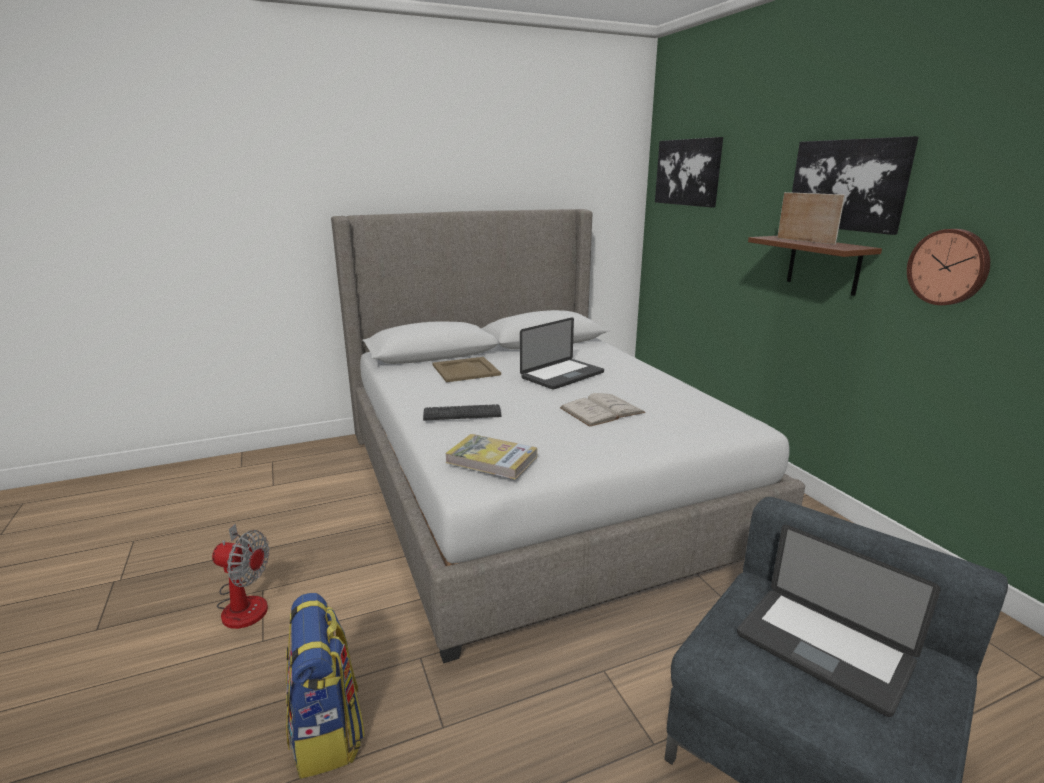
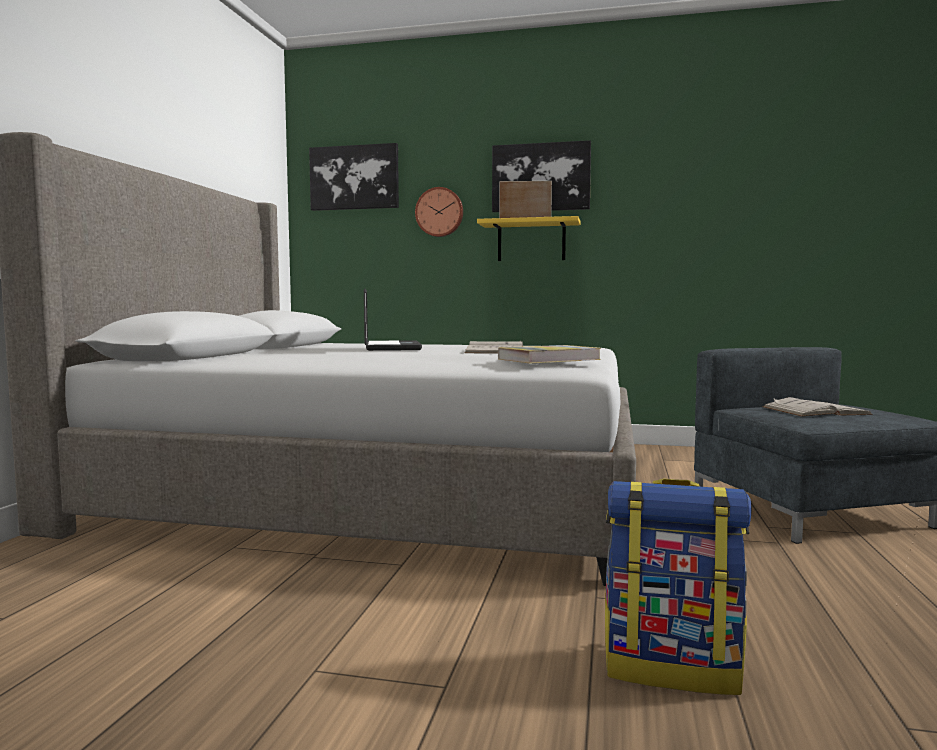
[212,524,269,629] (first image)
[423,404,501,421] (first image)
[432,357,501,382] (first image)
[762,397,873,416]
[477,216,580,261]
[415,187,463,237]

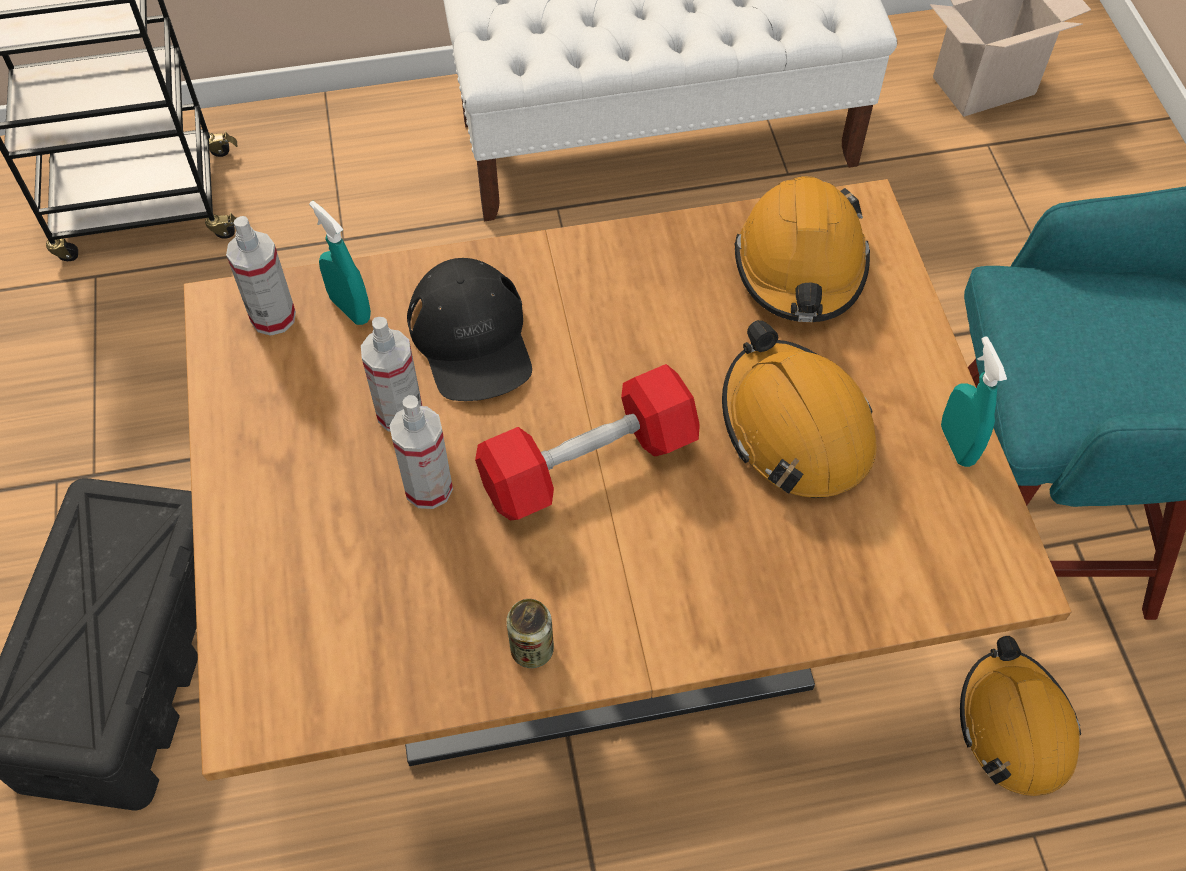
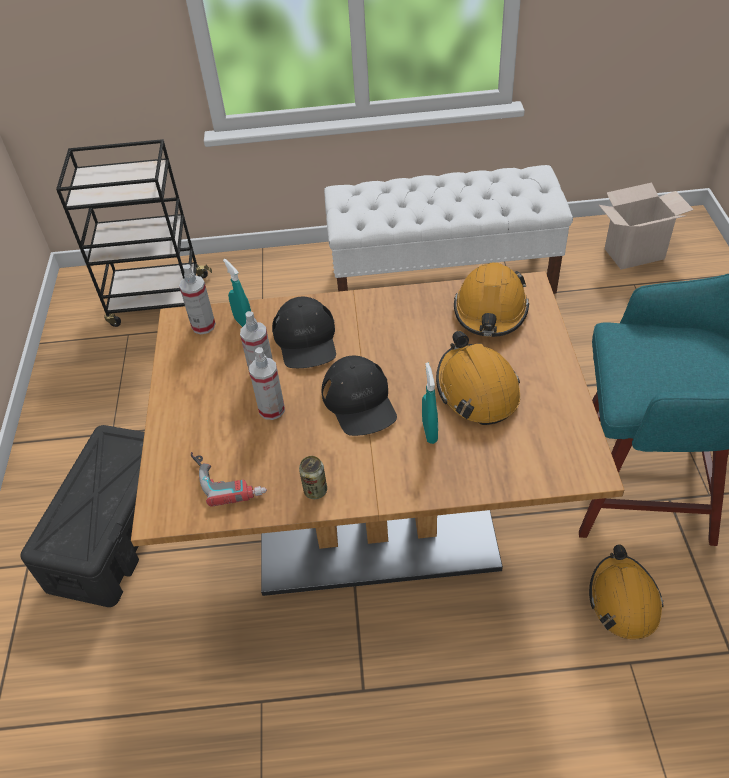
[321,356,397,436]
[422,363,438,444]
[191,452,267,507]

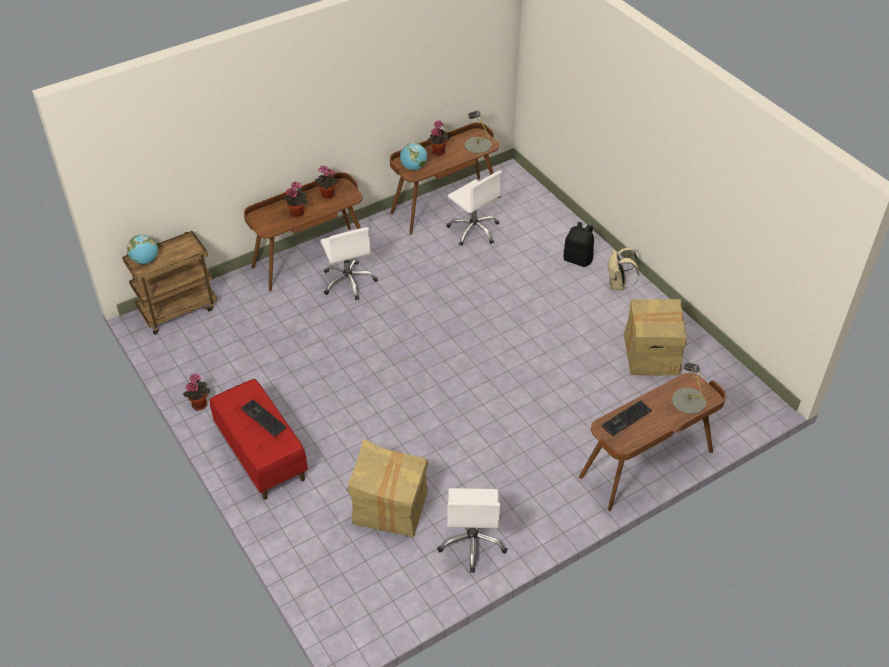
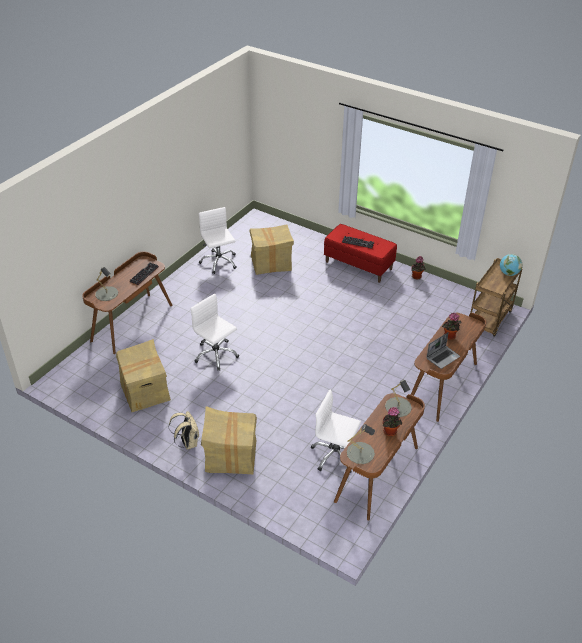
[426,332,460,369]
[190,294,239,371]
[385,380,412,417]
[201,406,257,474]

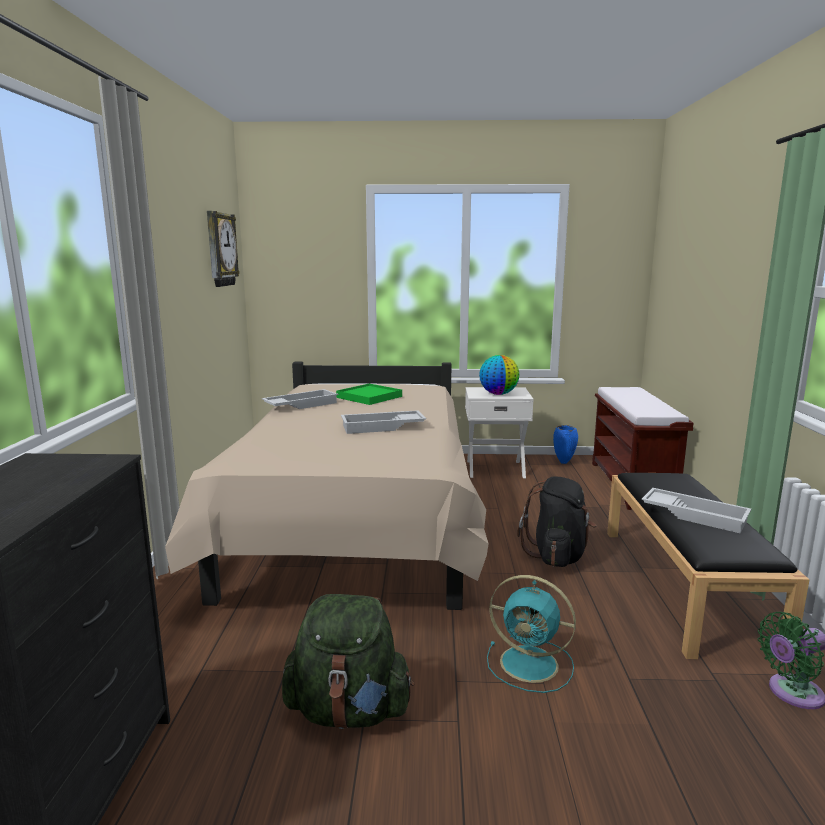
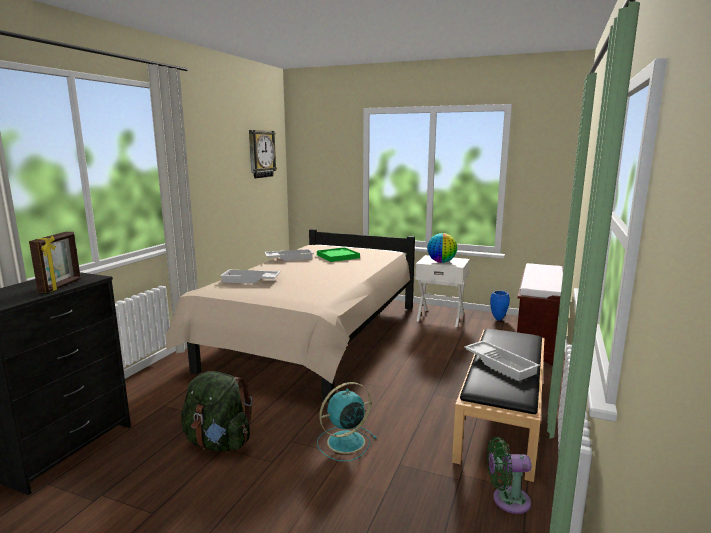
[220,270,281,284]
[317,382,377,462]
[517,477,596,567] (first image)
[29,232,81,293]

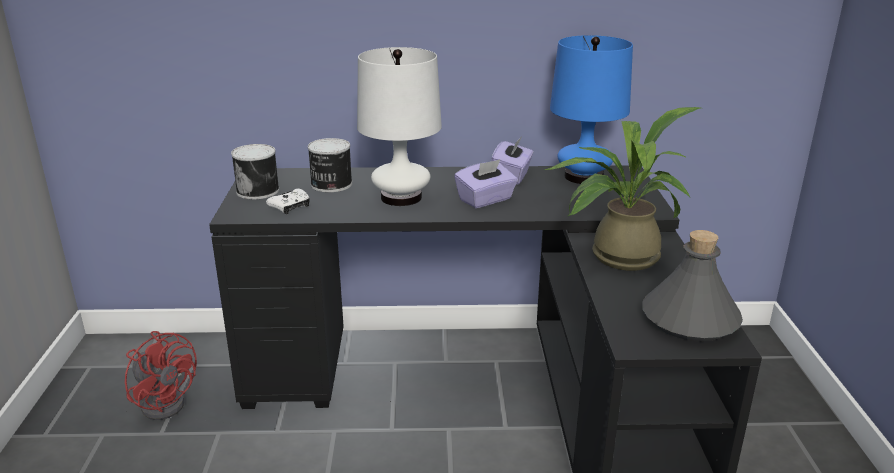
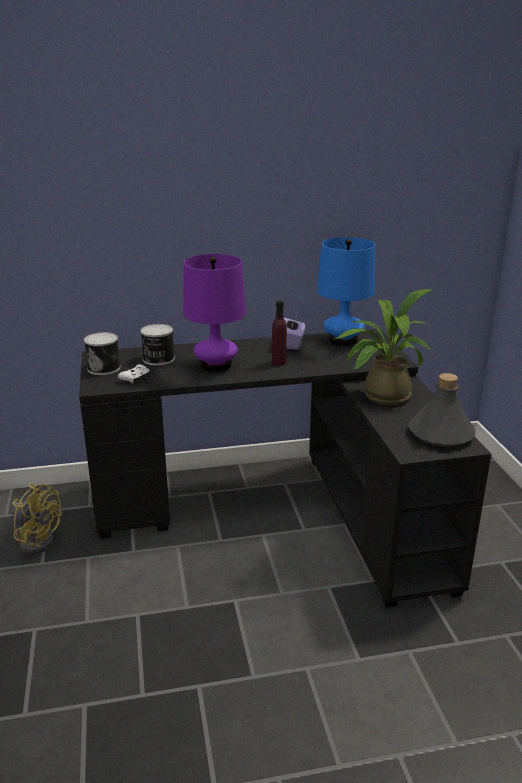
[12,484,61,554]
[183,254,246,372]
[272,300,287,366]

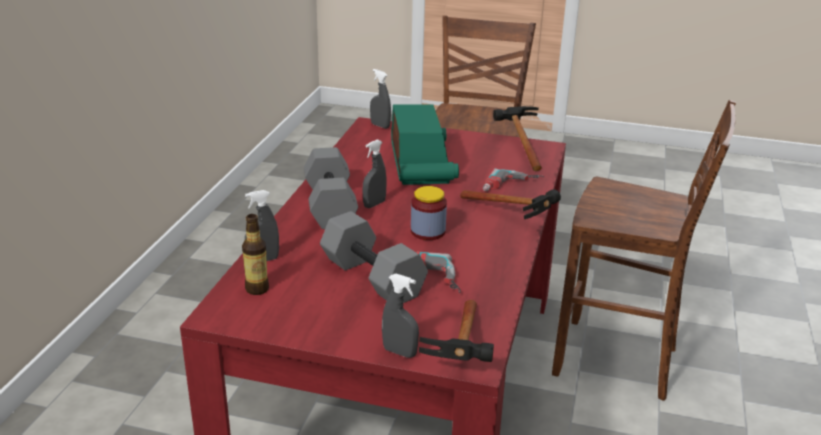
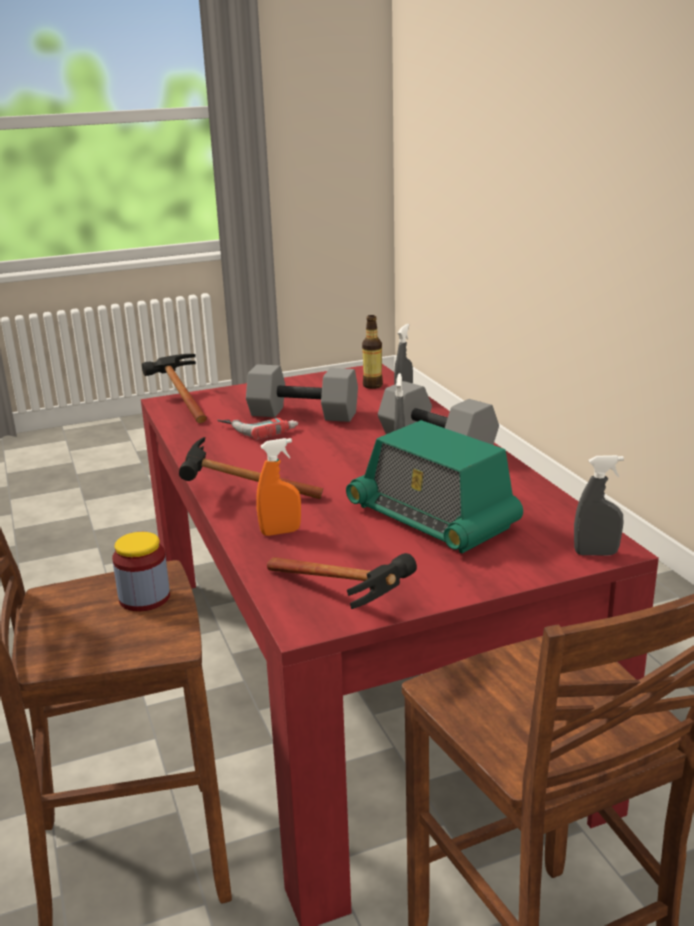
[382,274,419,358] (first image)
[112,532,170,611]
[256,438,301,536]

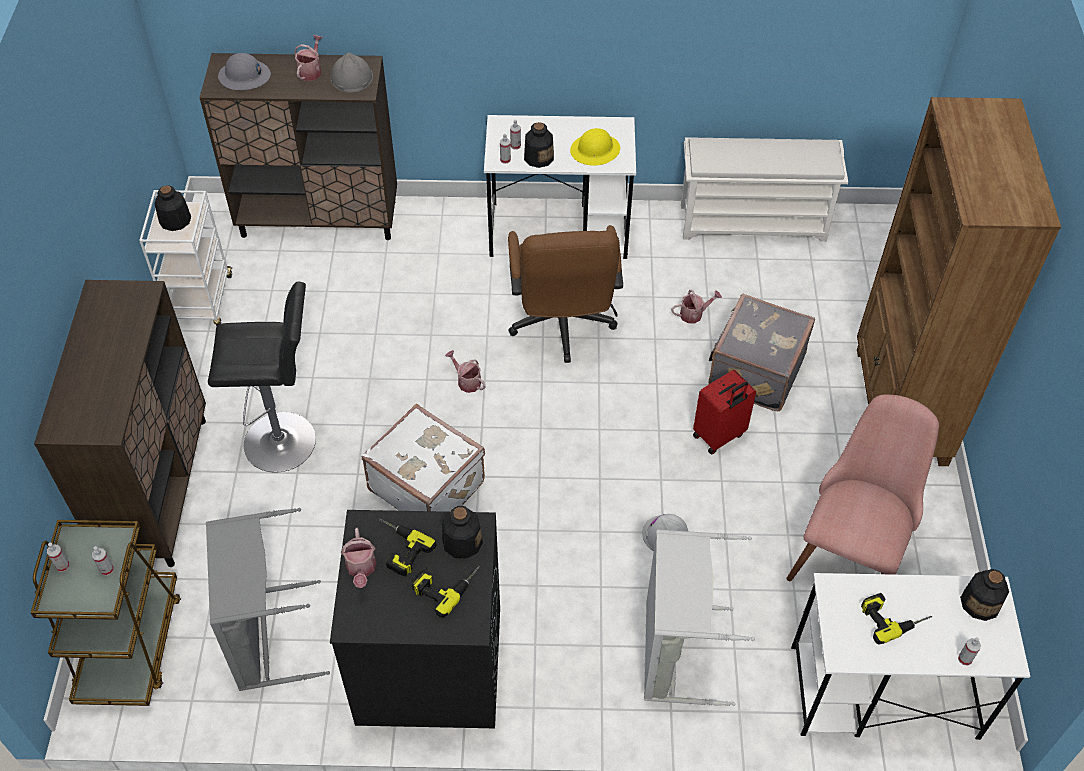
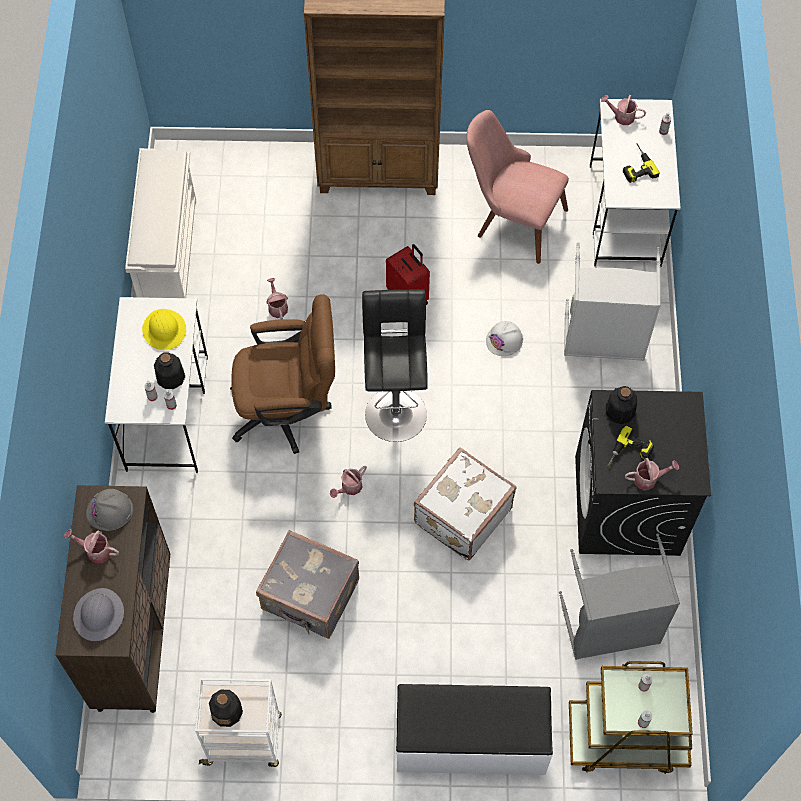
[396,684,553,775]
[362,289,428,442]
[412,566,480,618] (first image)
[256,530,359,639]
[601,95,646,125]

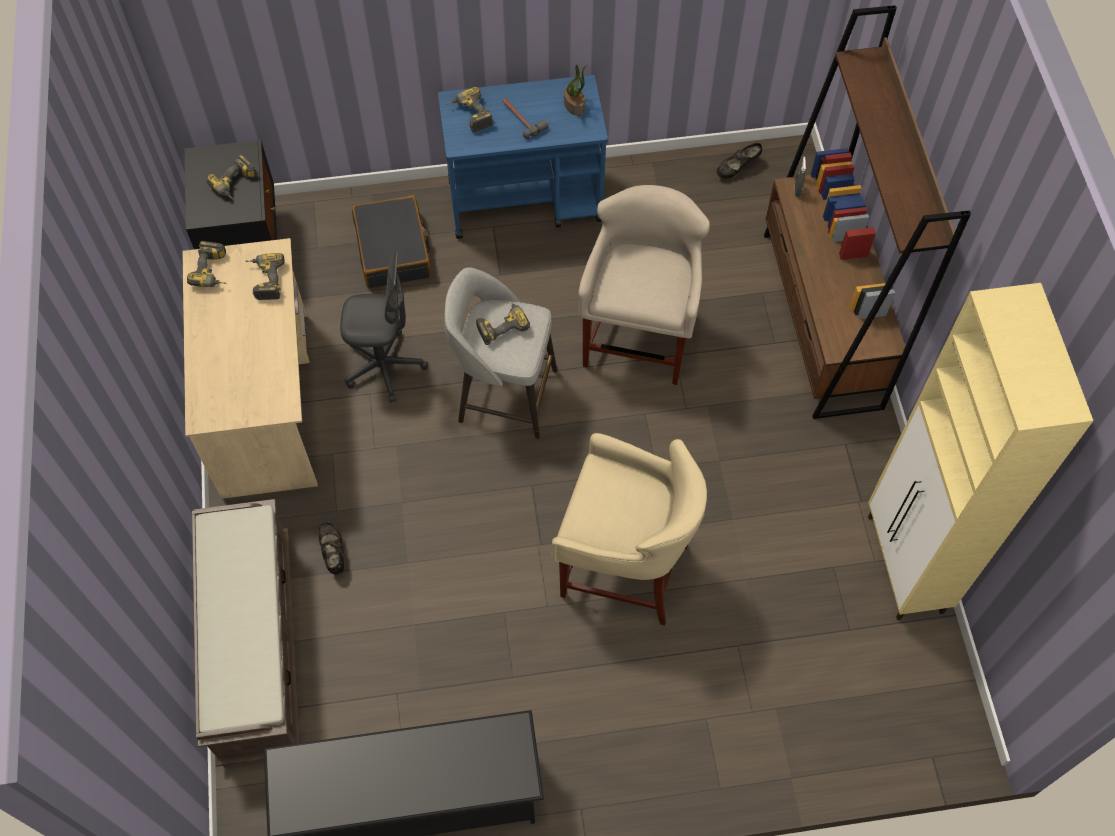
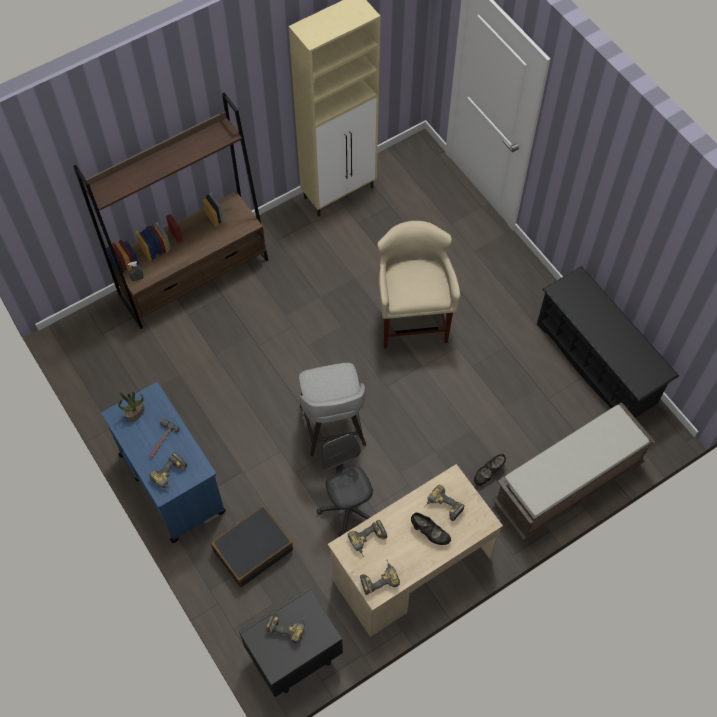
[424,485,464,521]
[578,185,710,385] (first image)
[411,512,451,545]

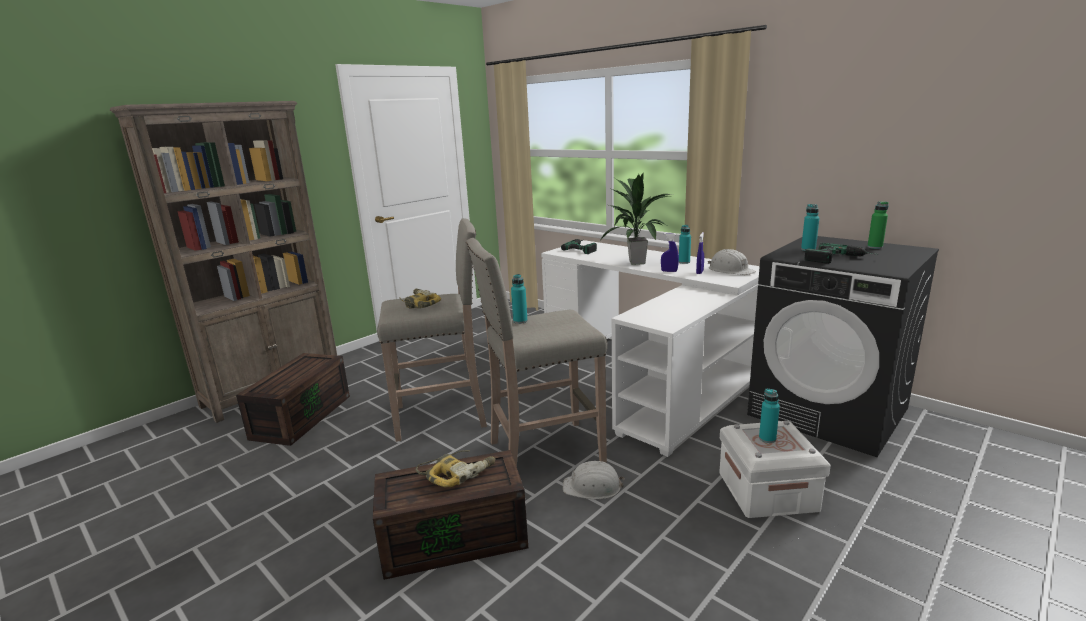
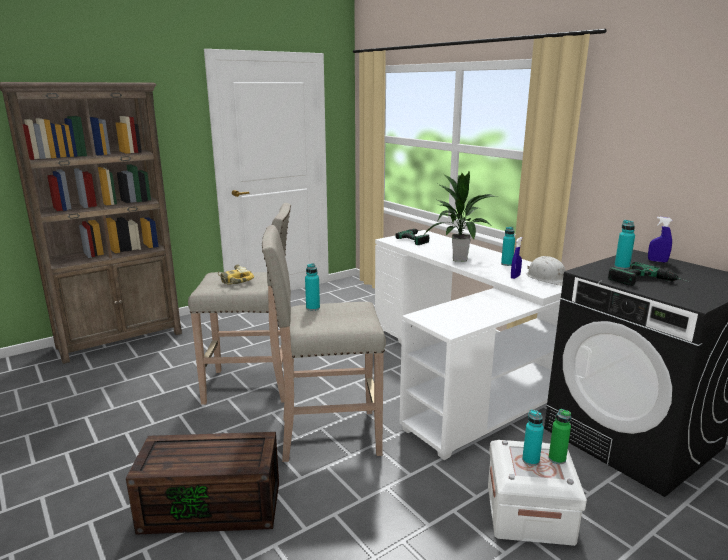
[236,353,350,446] (first image)
[416,450,495,487] (first image)
[563,461,625,499] (first image)
[648,217,673,263]
[549,409,571,464]

